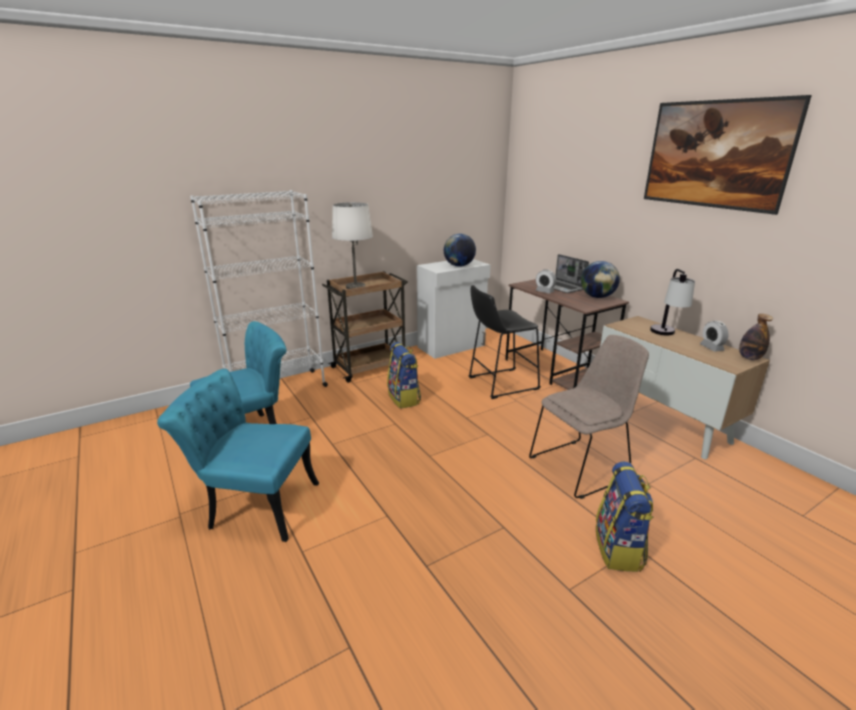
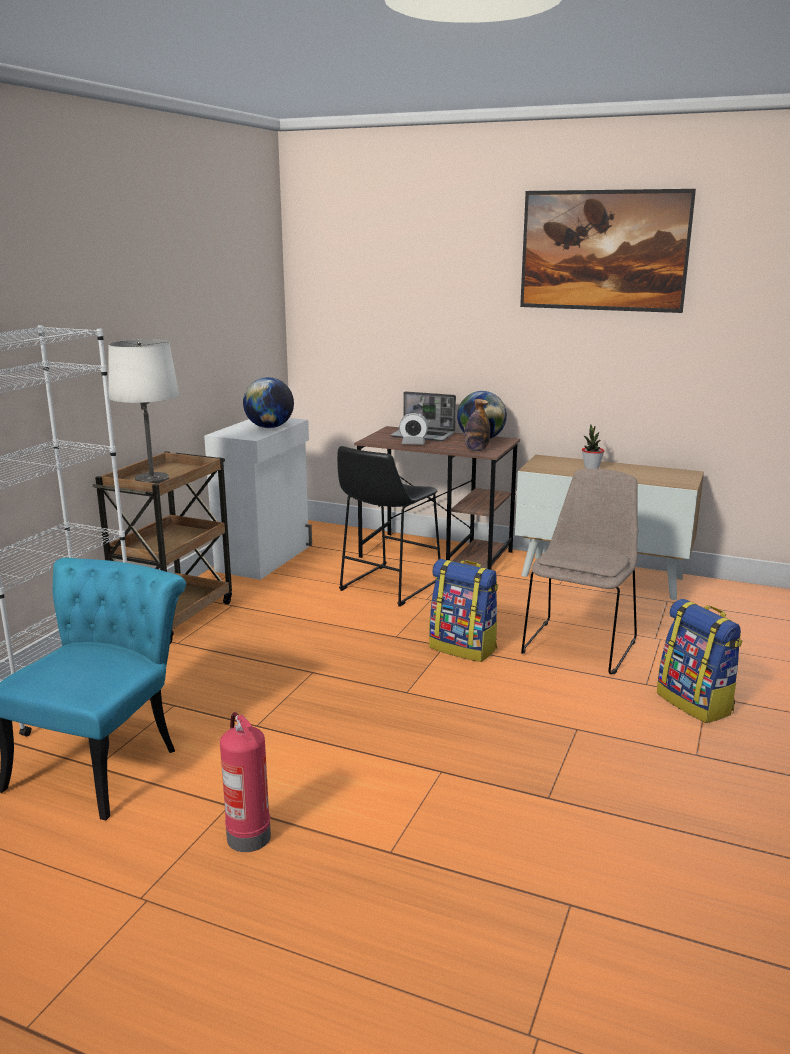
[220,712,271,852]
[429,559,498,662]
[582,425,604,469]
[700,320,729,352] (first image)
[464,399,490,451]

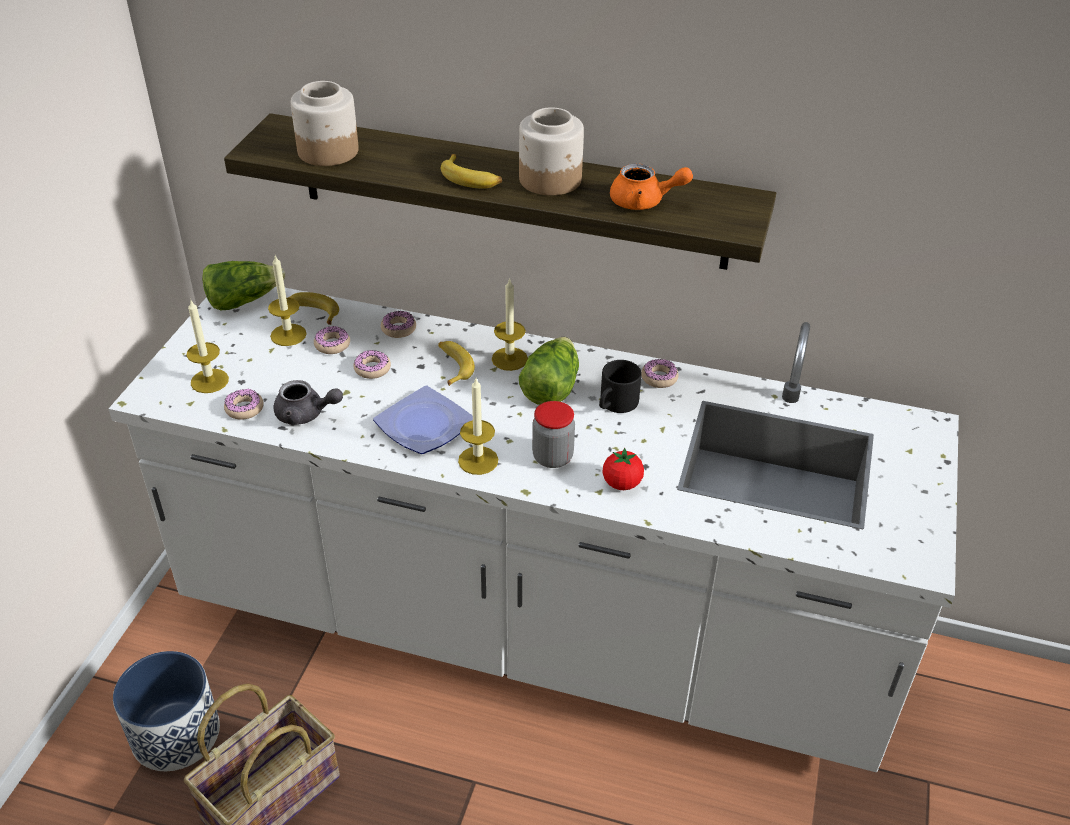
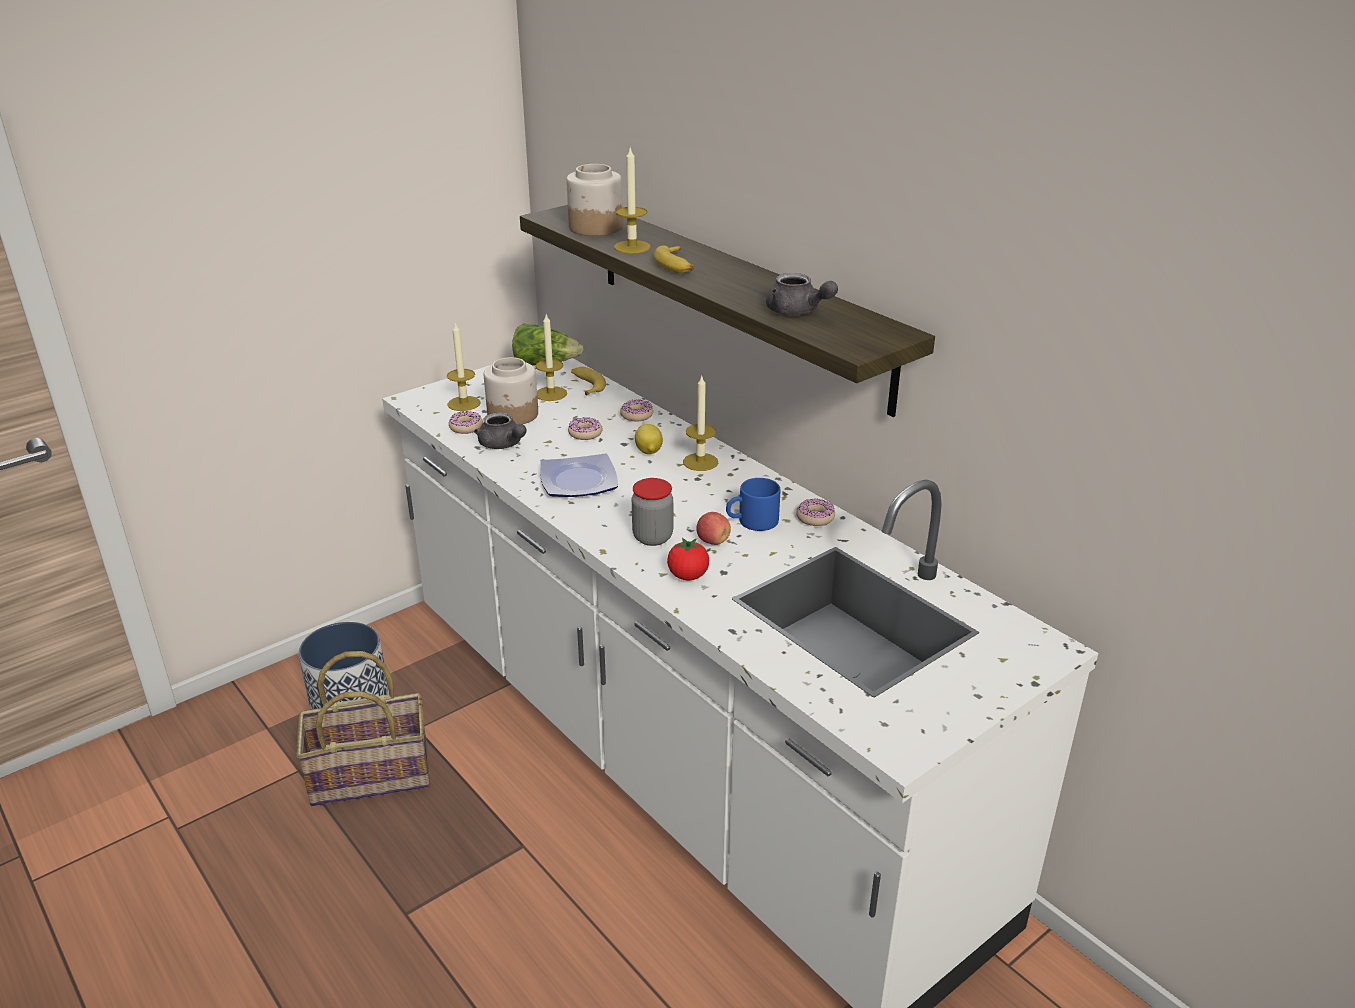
[314,326,350,354] (first image)
[635,424,663,454]
[614,148,651,254]
[484,357,538,424]
[519,337,579,405] (first image)
[726,478,781,531]
[766,273,838,315]
[696,512,731,545]

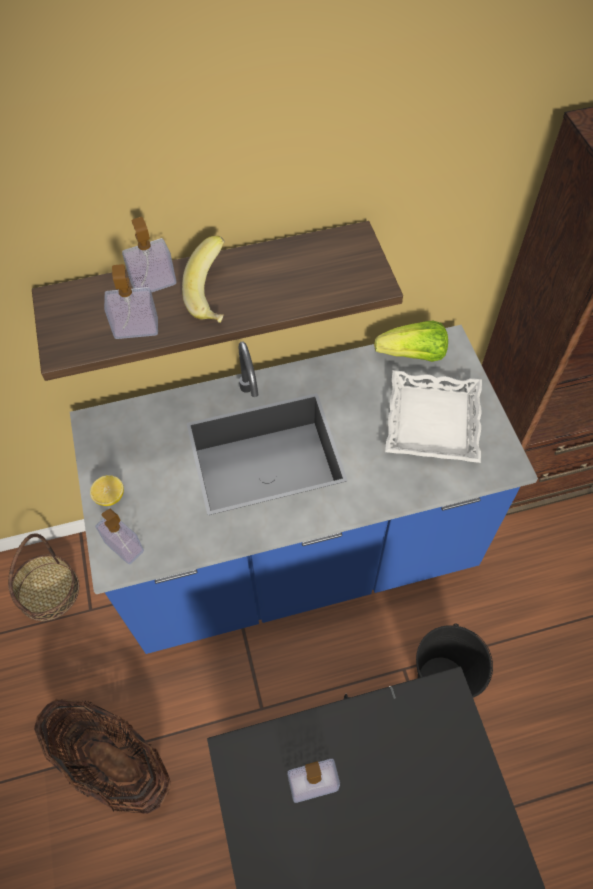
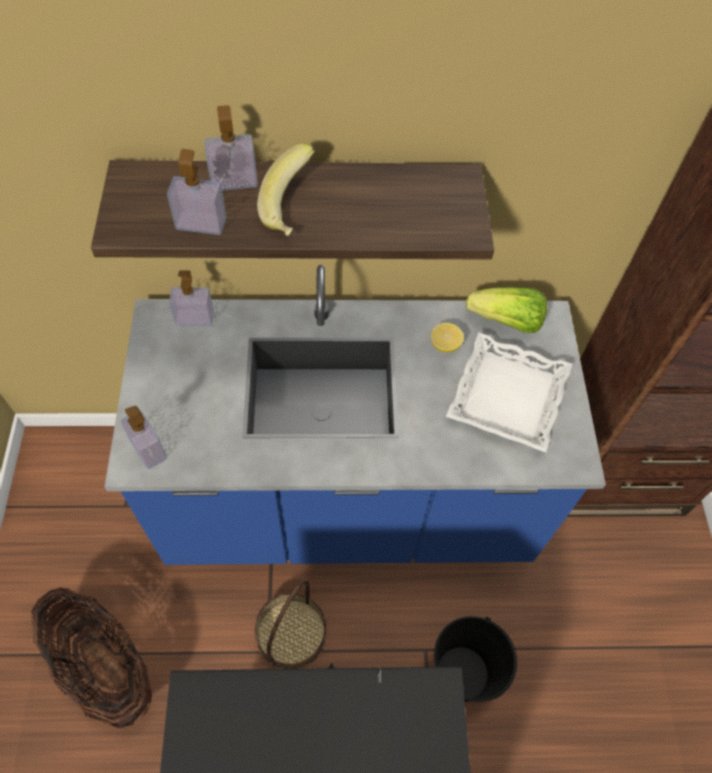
[254,579,327,669]
[431,323,464,352]
[169,270,214,326]

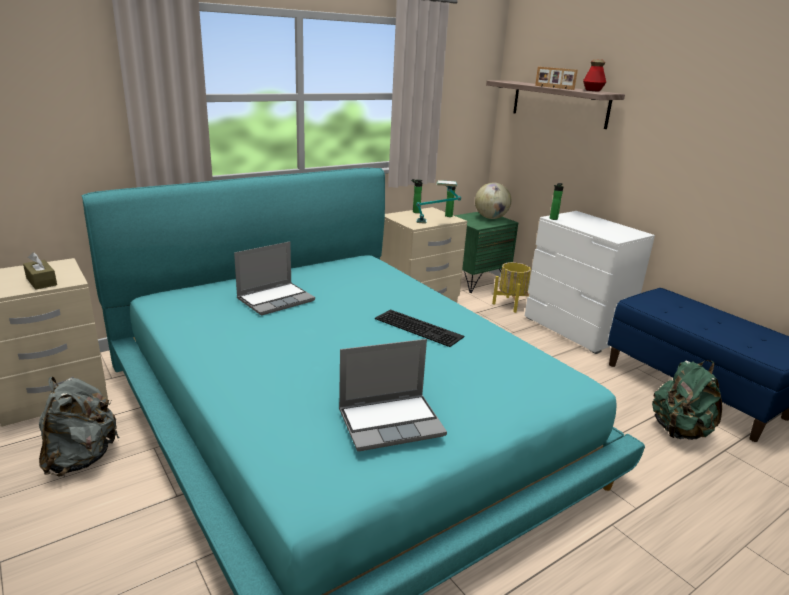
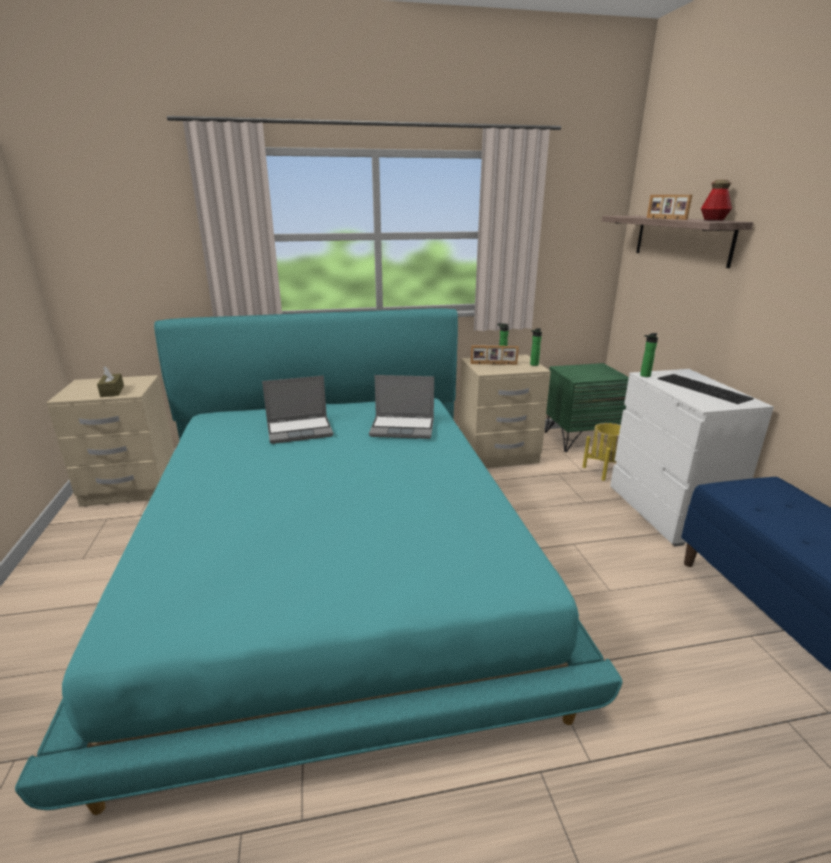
[39,377,120,477] (first image)
[369,375,434,439]
[658,374,754,404]
[416,180,461,224] (first image)
[475,182,511,219] (first image)
[652,360,722,440] (first image)
[471,345,519,365]

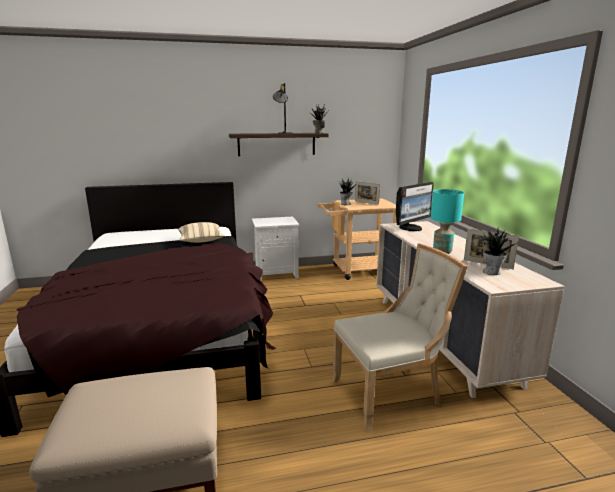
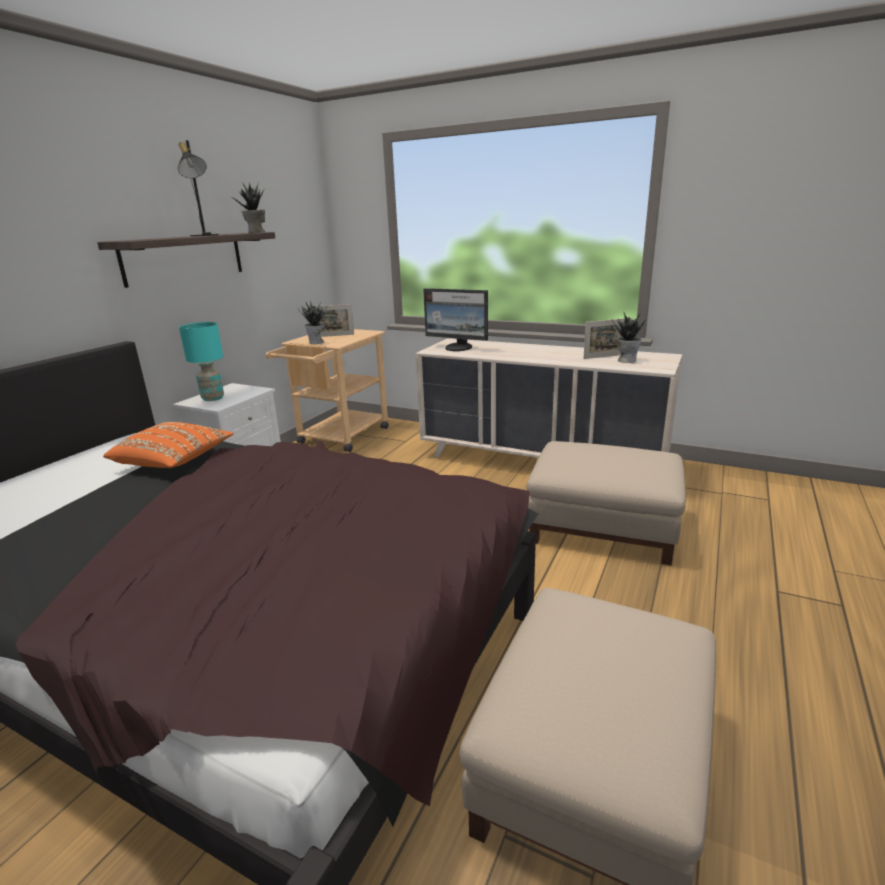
[103,422,234,468]
[526,441,686,566]
[423,288,488,351]
[179,322,224,401]

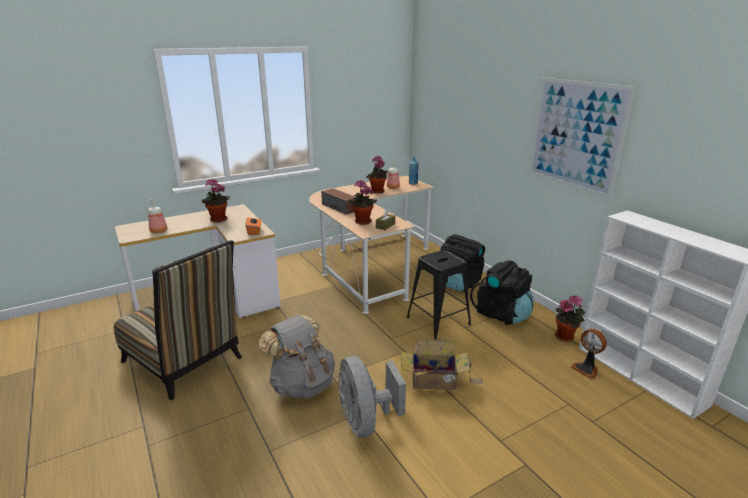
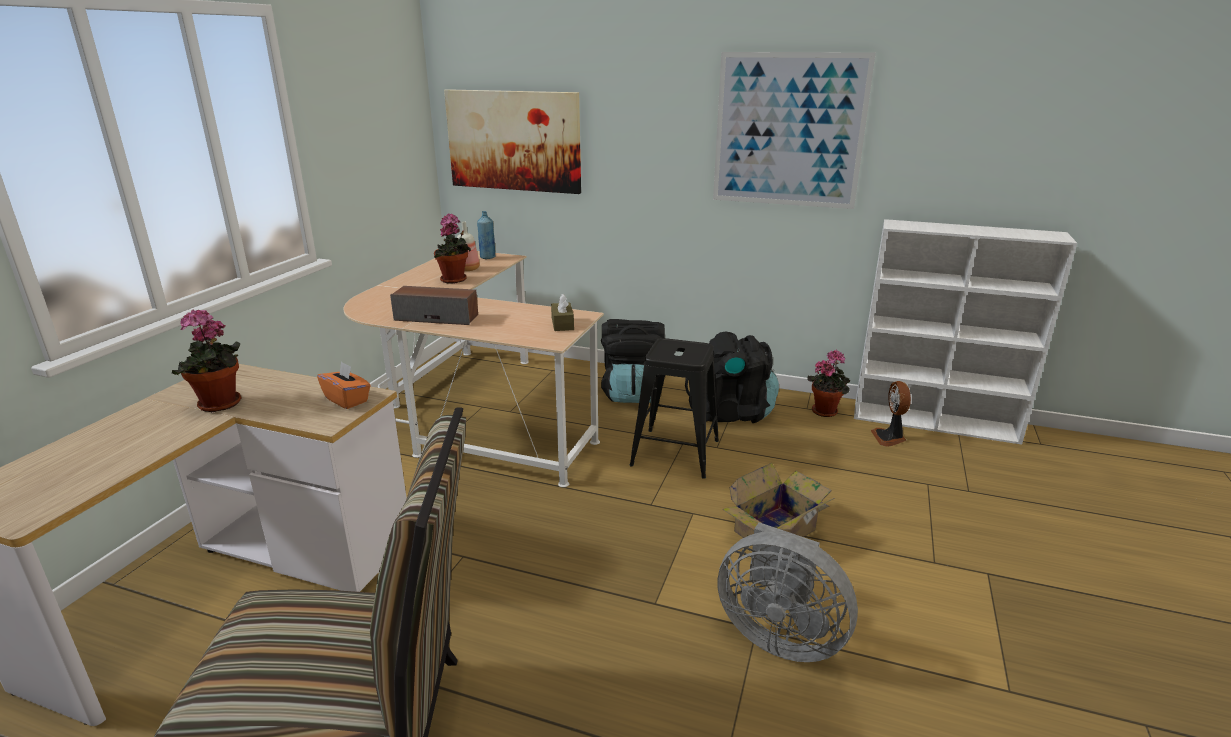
[148,199,167,234] (first image)
[259,315,335,399] (first image)
[349,180,377,225] (first image)
[870,381,911,447]
[444,89,581,194]

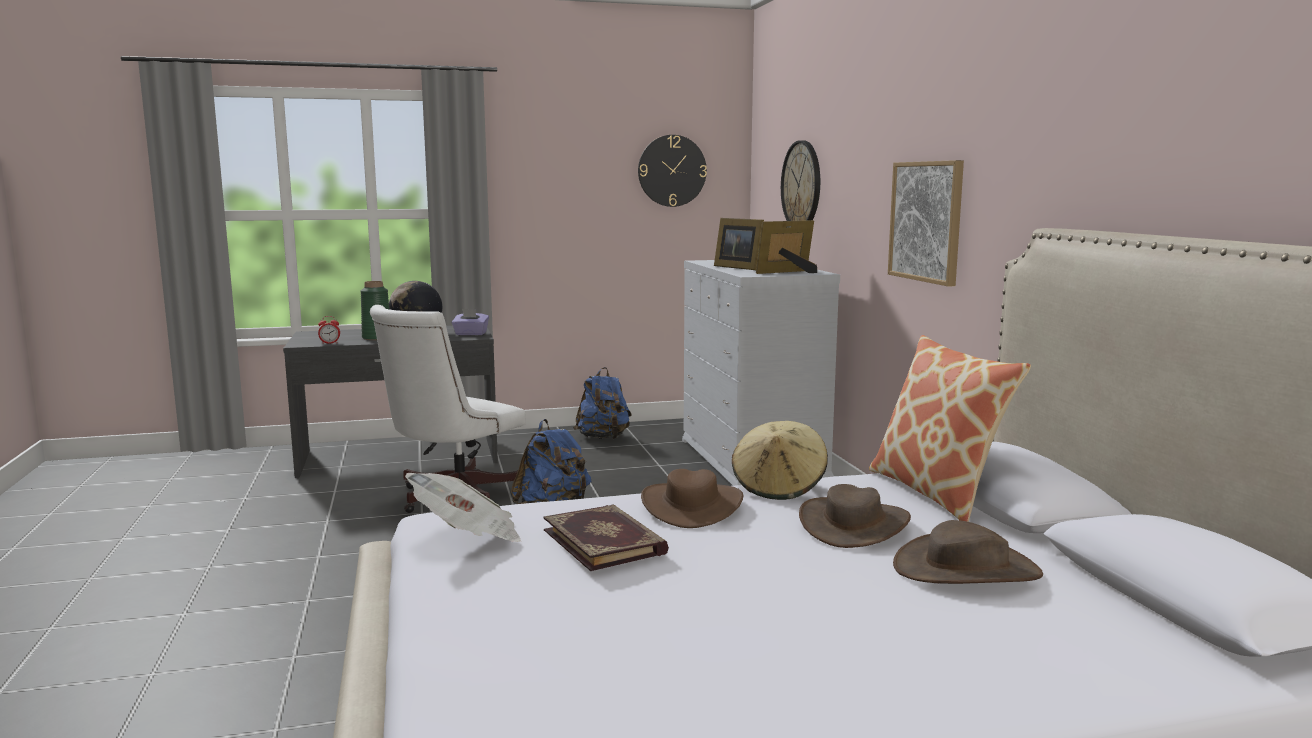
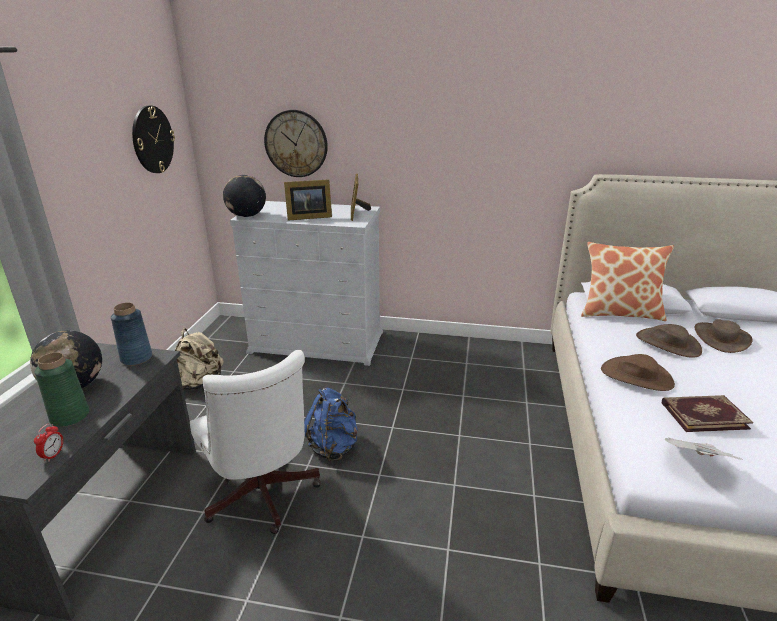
[111,303,152,366]
[175,328,224,390]
[732,421,828,500] (first image)
[888,160,964,287] (first image)
[223,175,266,217]

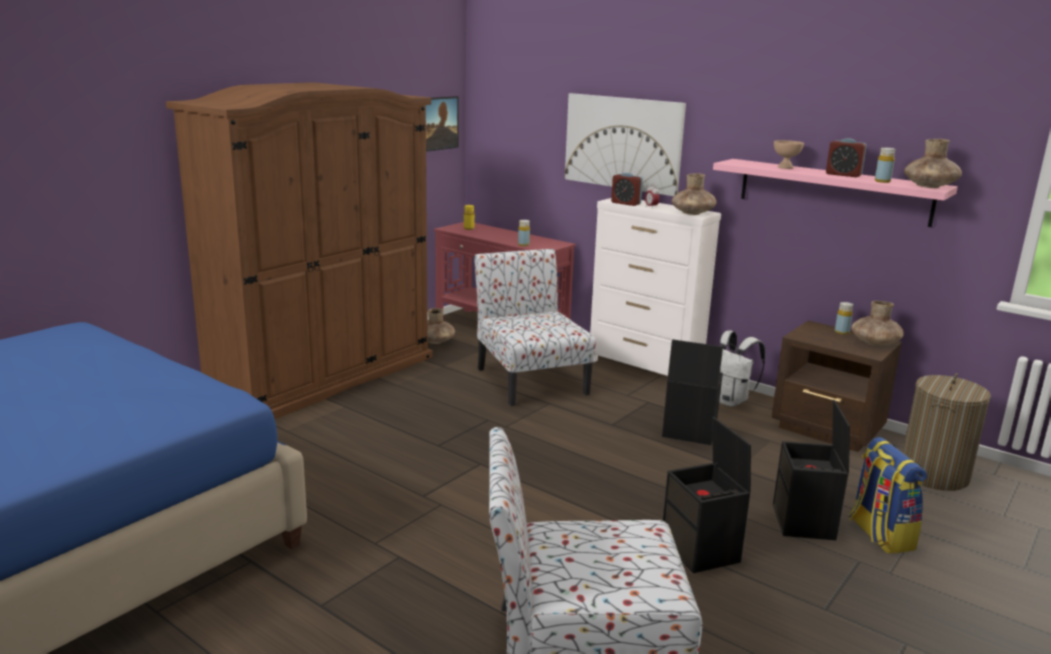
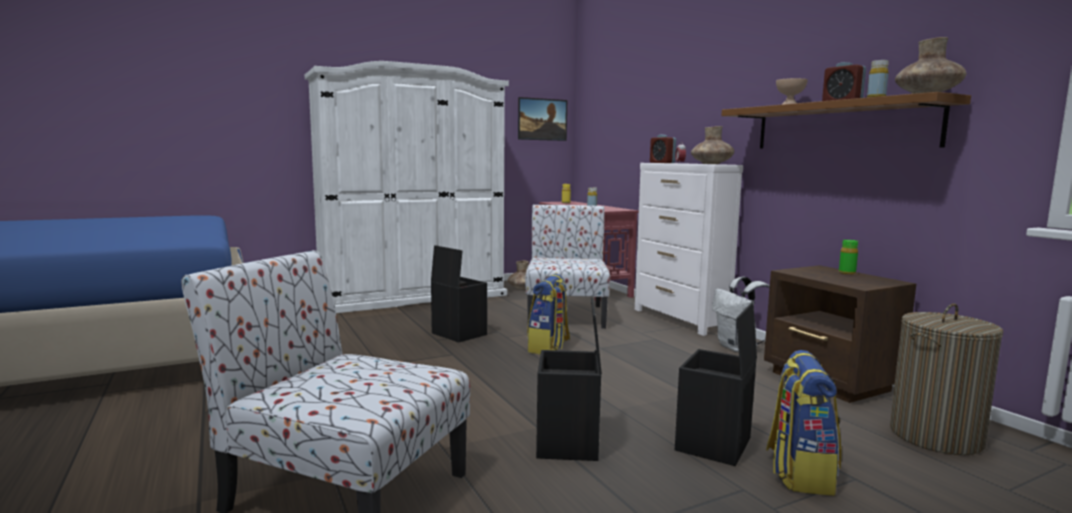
[305,61,509,313]
[565,93,686,196] (first image)
[431,245,487,343]
[721,92,971,149]
[839,240,858,275]
[851,301,904,346] (first image)
[527,274,570,354]

